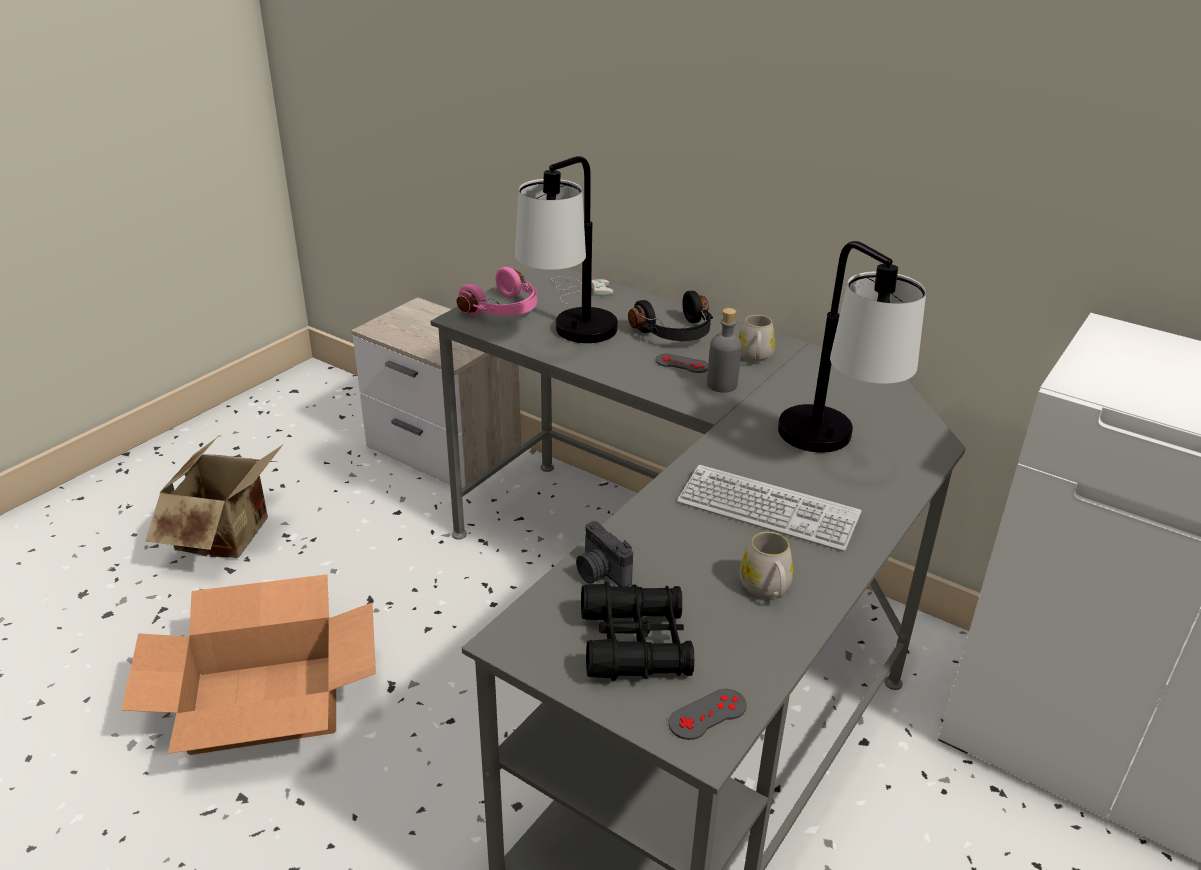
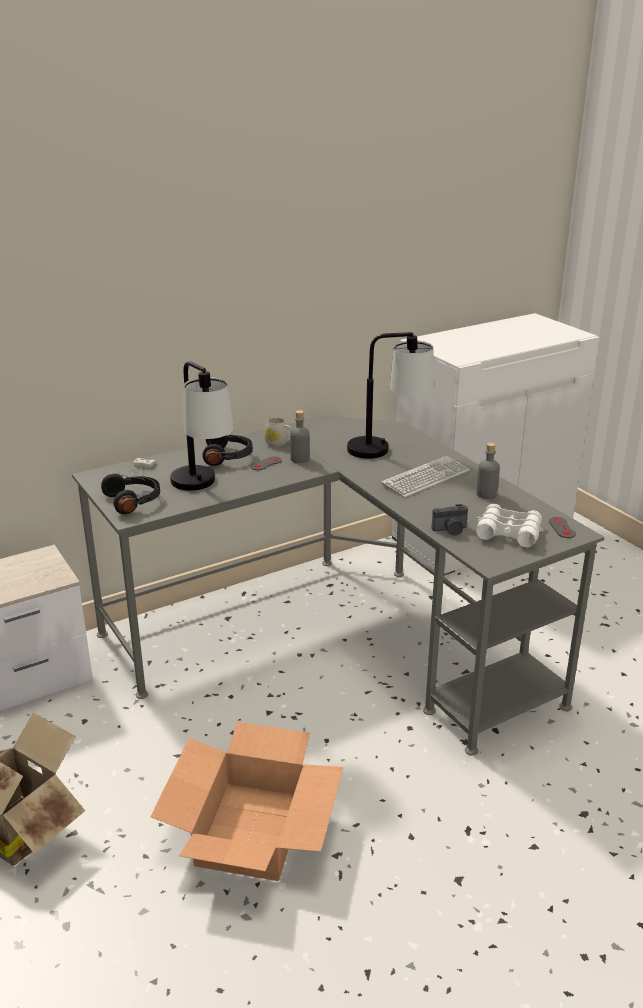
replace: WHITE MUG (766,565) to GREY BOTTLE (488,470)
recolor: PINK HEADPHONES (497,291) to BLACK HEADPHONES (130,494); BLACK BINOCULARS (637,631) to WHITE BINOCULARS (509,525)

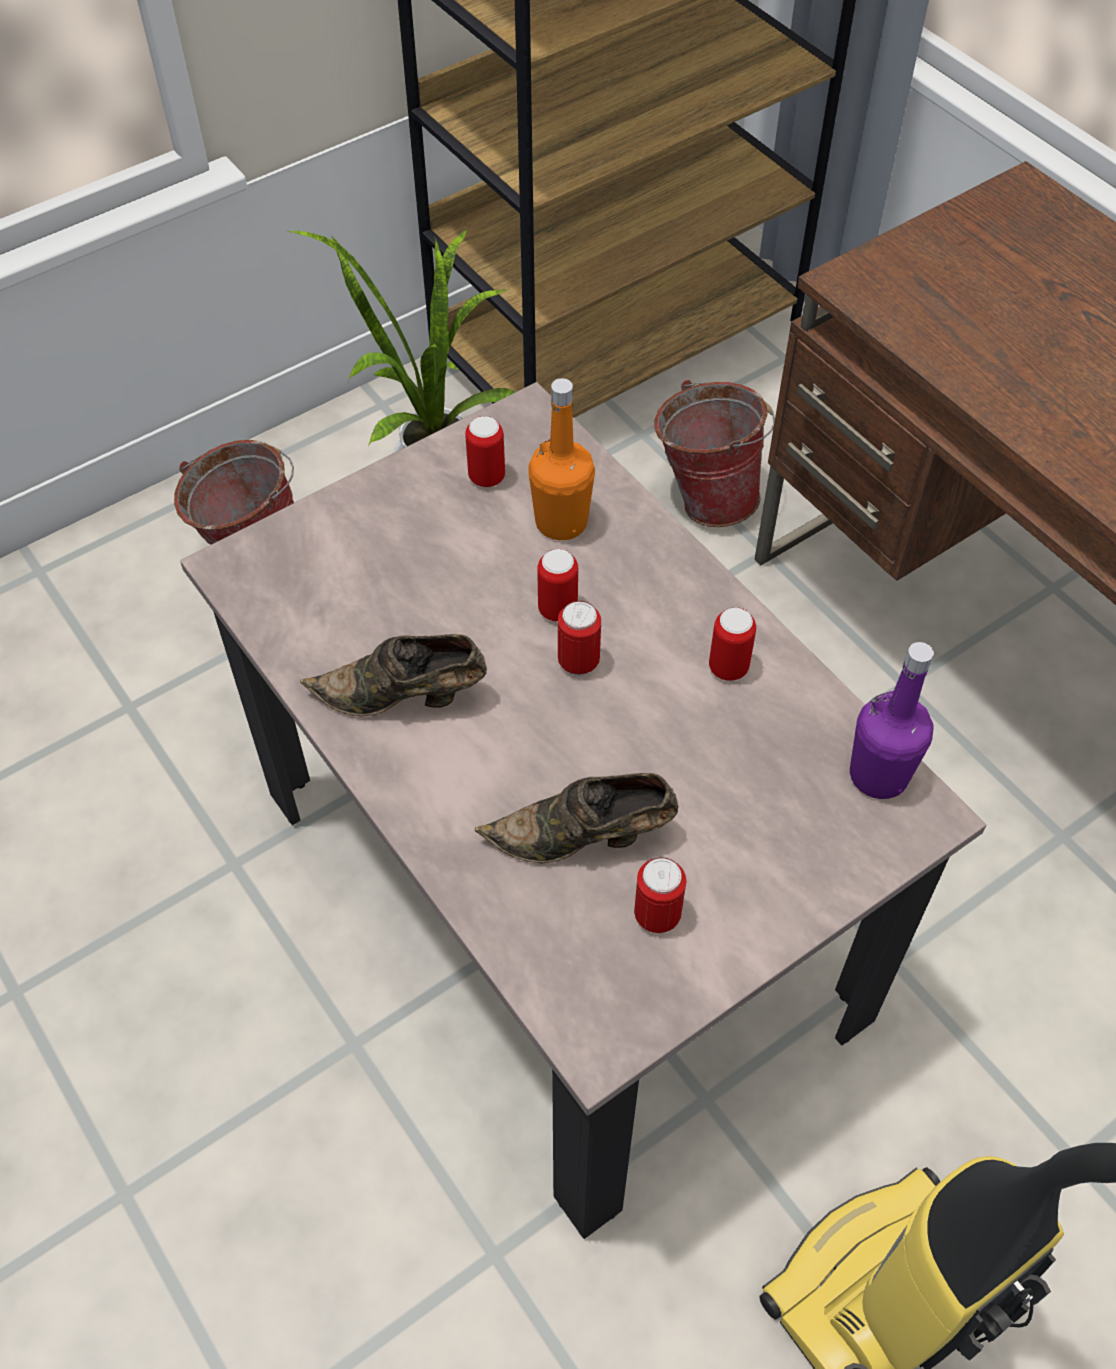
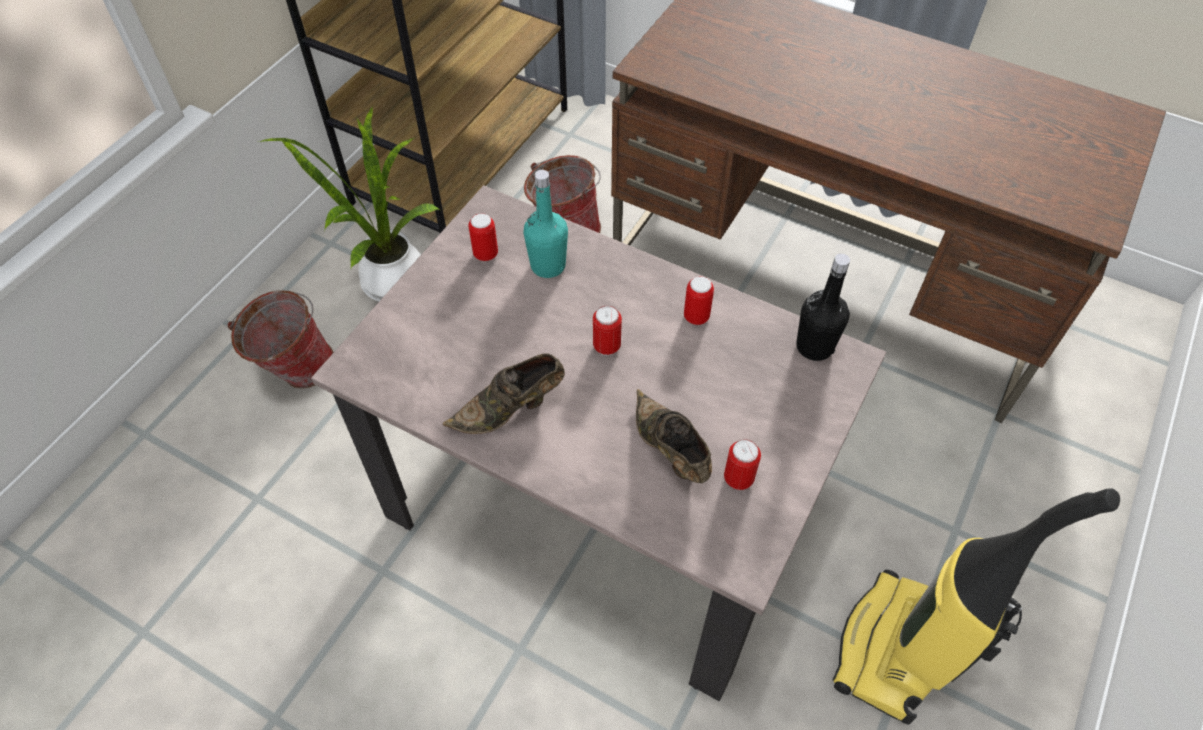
delete: CAN (557,585)
recolor: ORANGE BOTTLE (561,459) to TURQUOISE BOTTLE (546,224); PURPLE BOTTLE (892,720) to BLACK BOTTLE (823,307)
rotate: BROWN SHOE (576,818) = (674,436) 90 degrees clockwise

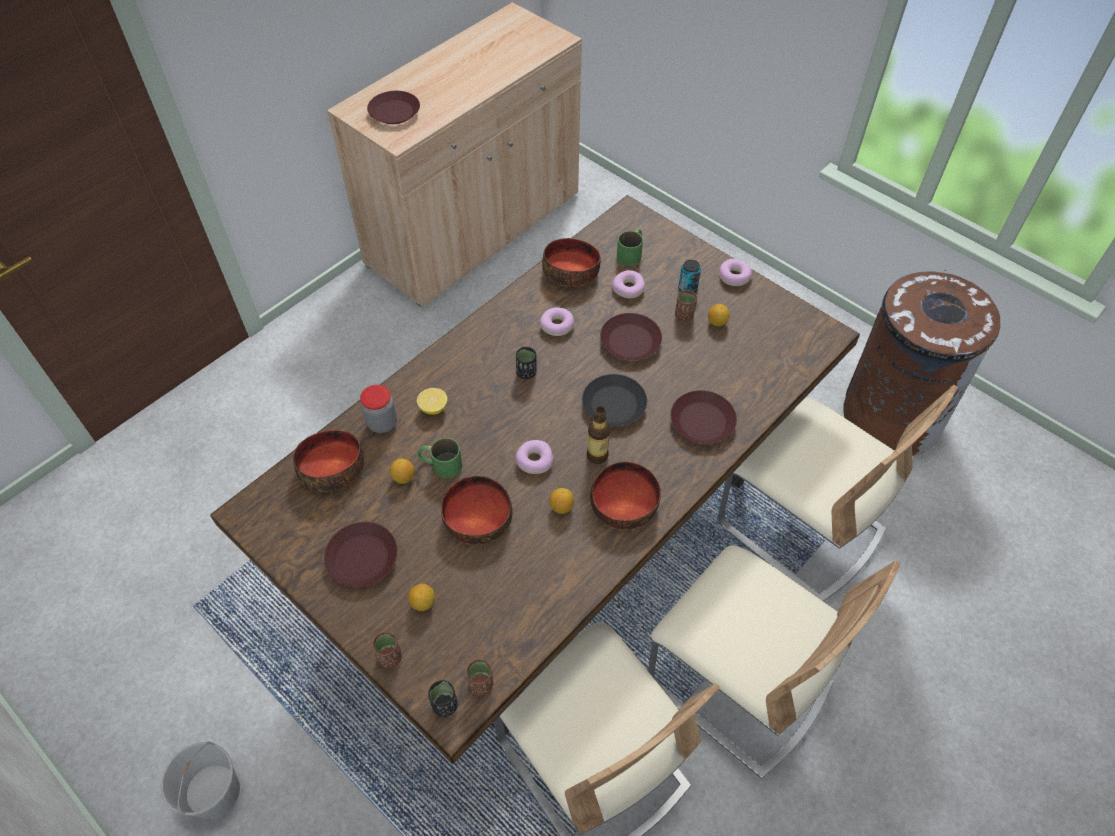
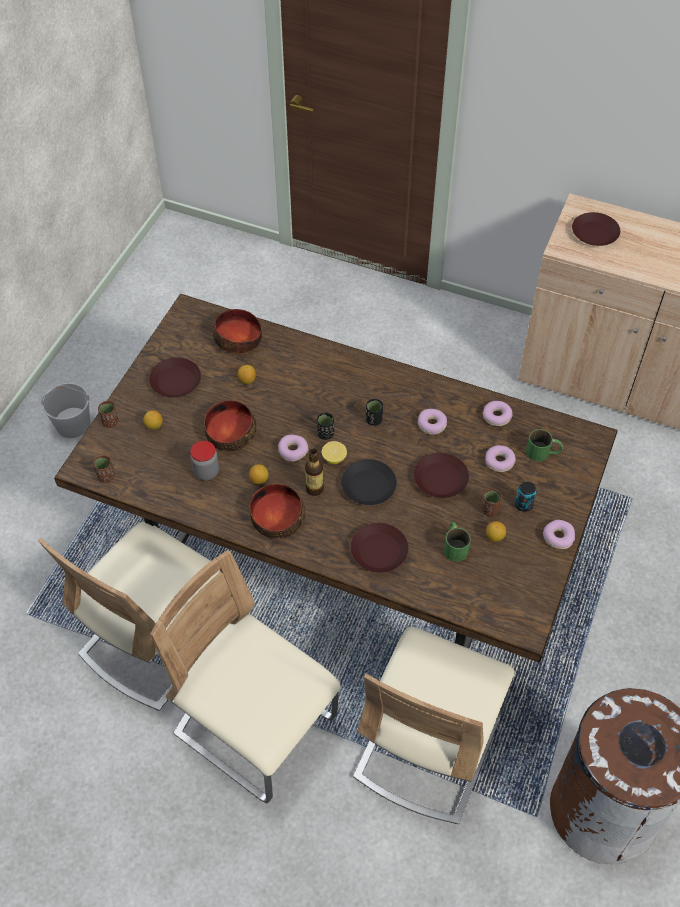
move: JAR (378,409) to (204,461); LEMON (432,401) to (334,452); GREEN MUG (440,458) to (457,542); BLACK CUP (443,698) to (325,426)
replace: BOWL (571,262) to DONUT (498,413)
rotate: BEIGE CHAIR (774,661) = (245,676) 105 degrees clockwise

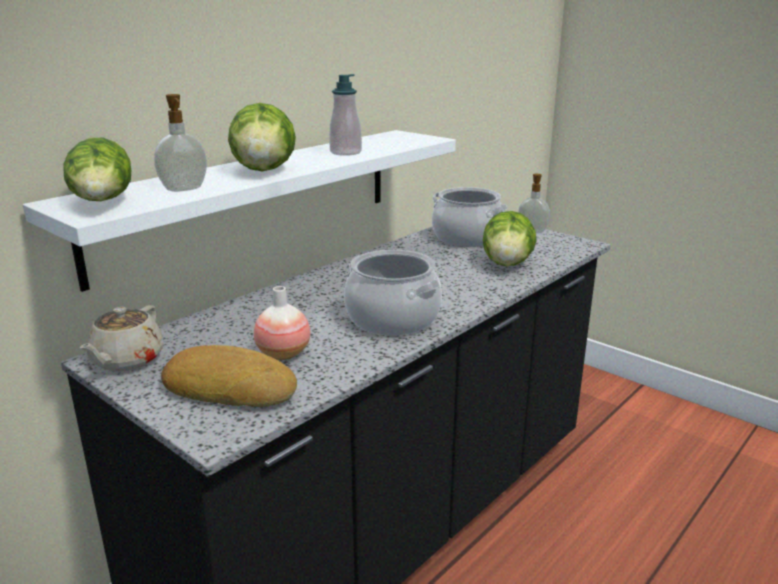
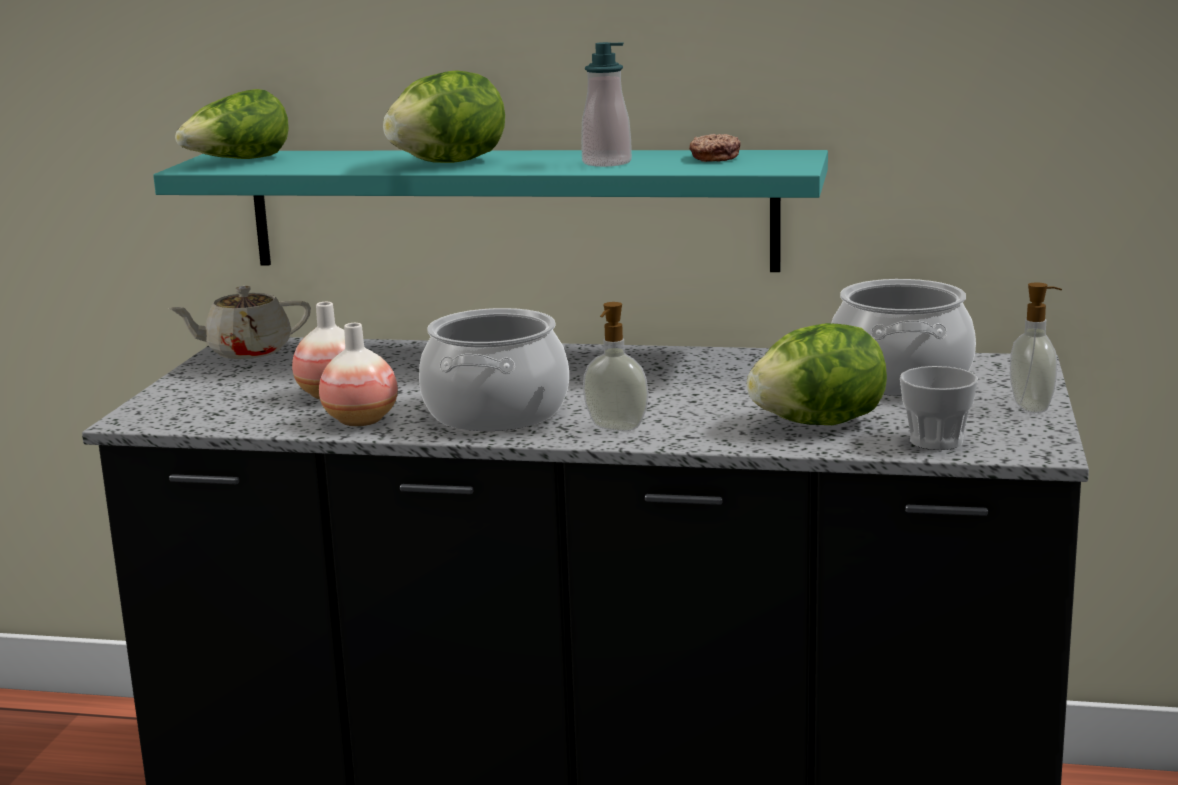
delete: BREAD (229,376)
insert: VASE (358,374); DONUT (715,148); CUP (939,408)
move: SOAP DISPENSER (180,143) to (616,366)
recolor: WHITE SHELF (239,211) to TURQUOISE SHELF (490,211)

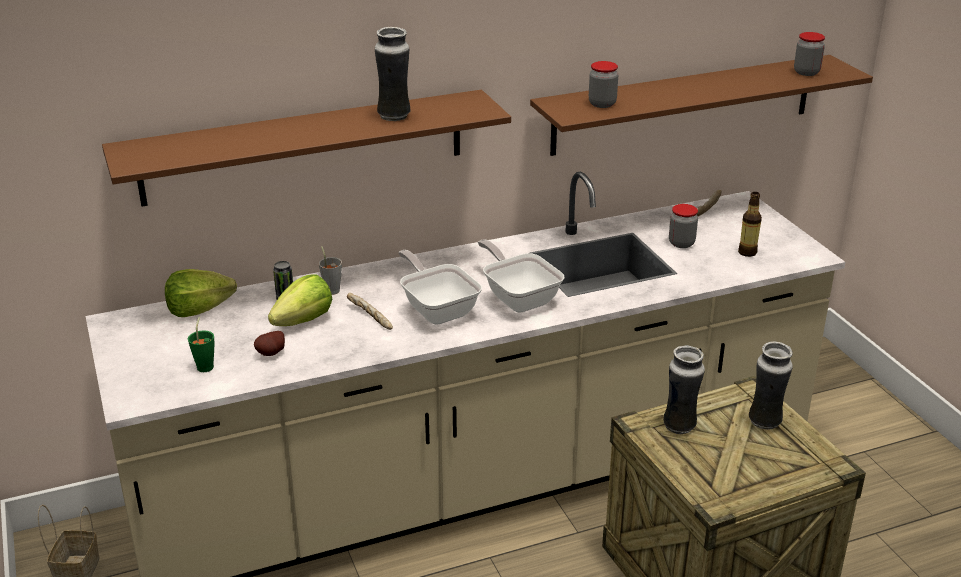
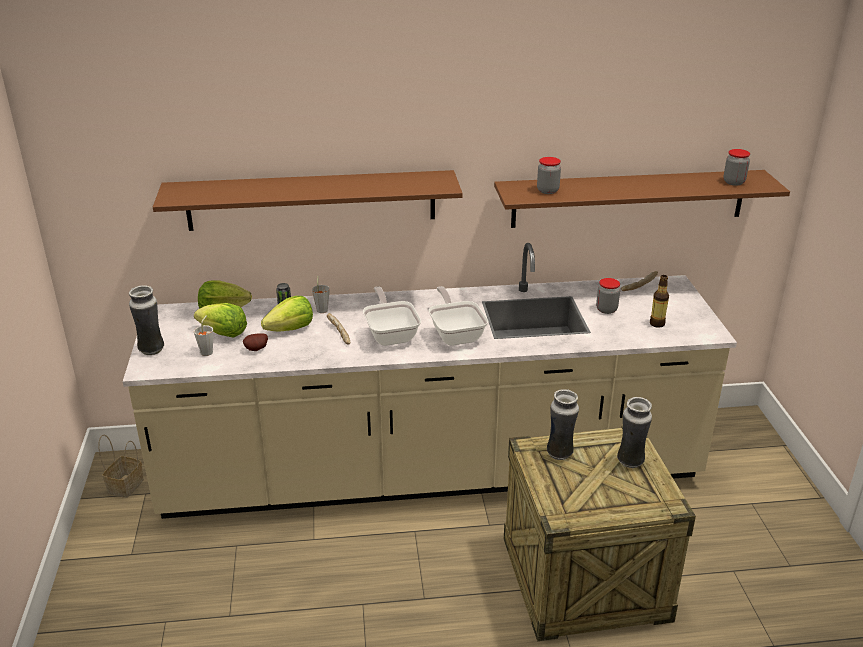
insert: LETTUCE (220,320)
move: VASE (393,74) to (146,320)
recolor: GREEN CUP (201,344) to GREY CUP (203,335)

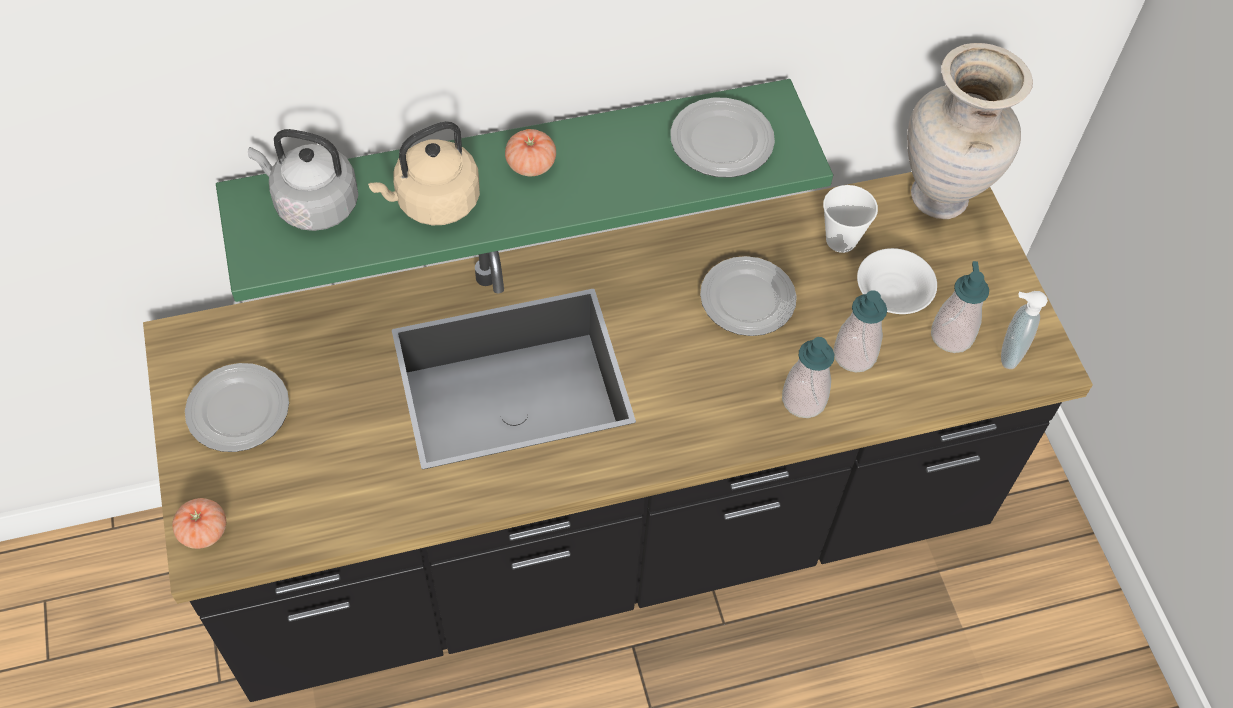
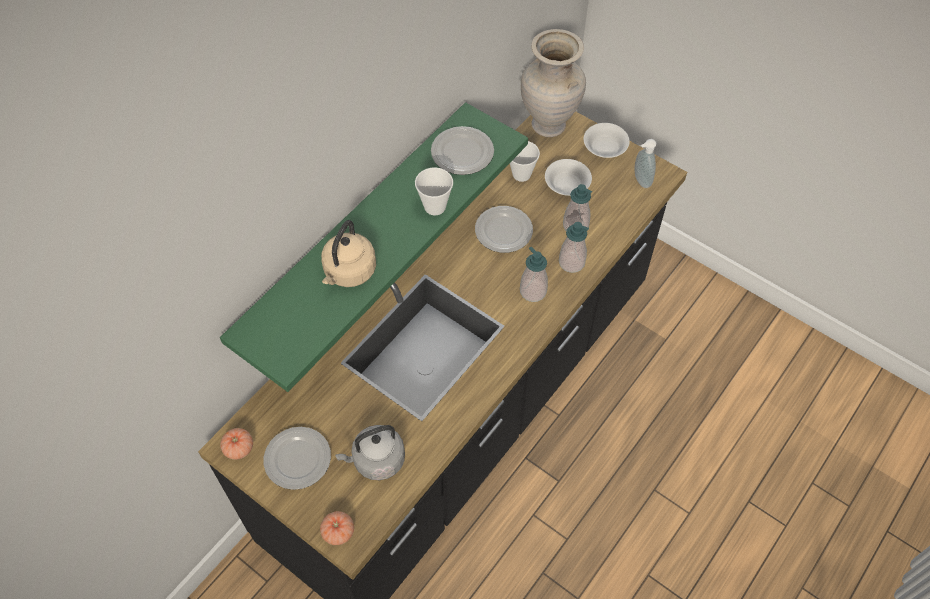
insert: CUP (434,191); WHITE BOWL (606,140)
move: GREY KETTLE (303,180) to (370,452); TOMATO (530,152) to (236,444); SOAP DISPENSER (960,307) to (534,274)

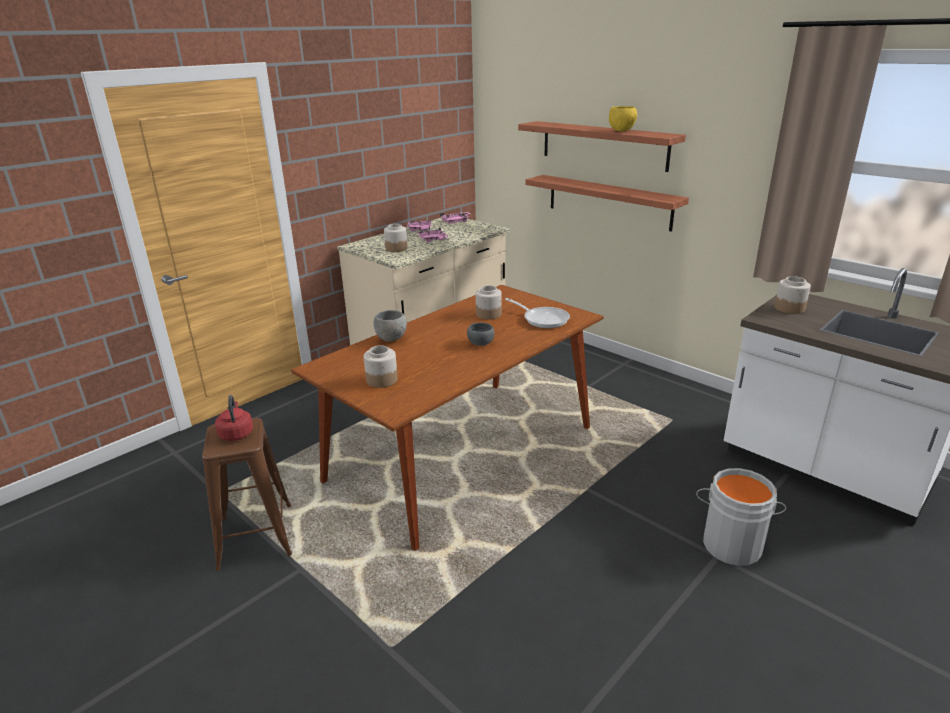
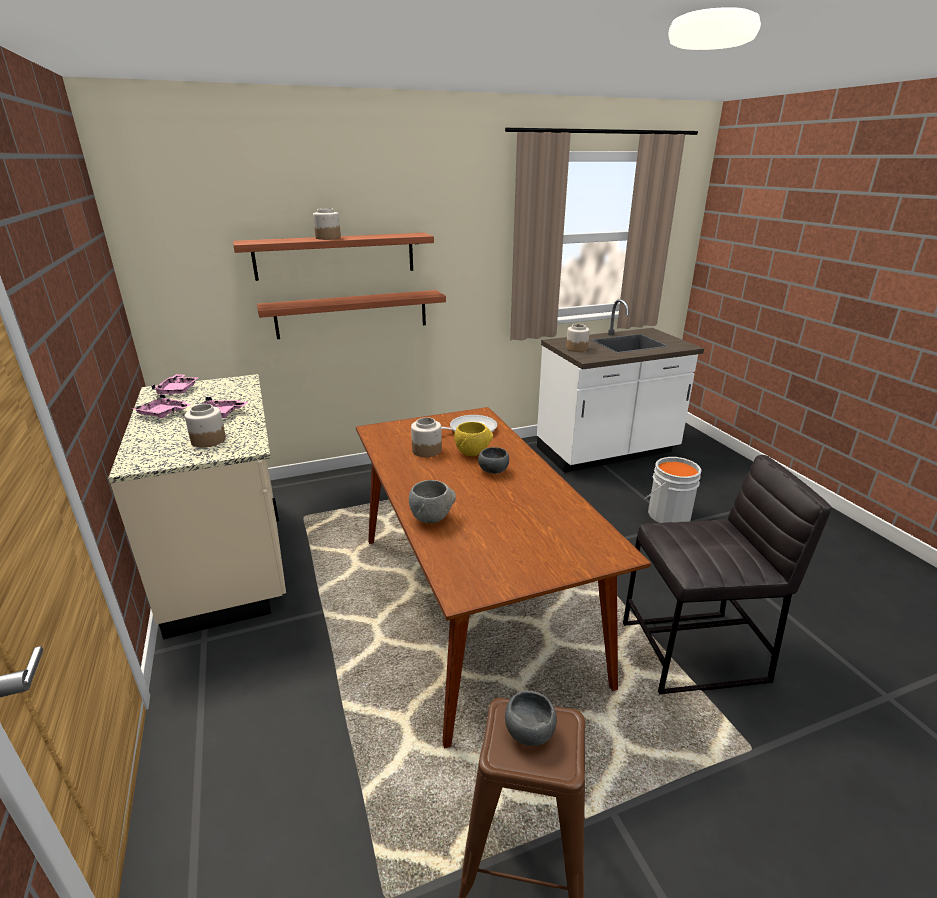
insert: GREY STOOL (727,574)
move: JAR (381,366) to (327,224); YELLOW BOWL (623,119) to (473,439)
replace: RED KETTLE (234,418) to GREY BOWL (531,718)

